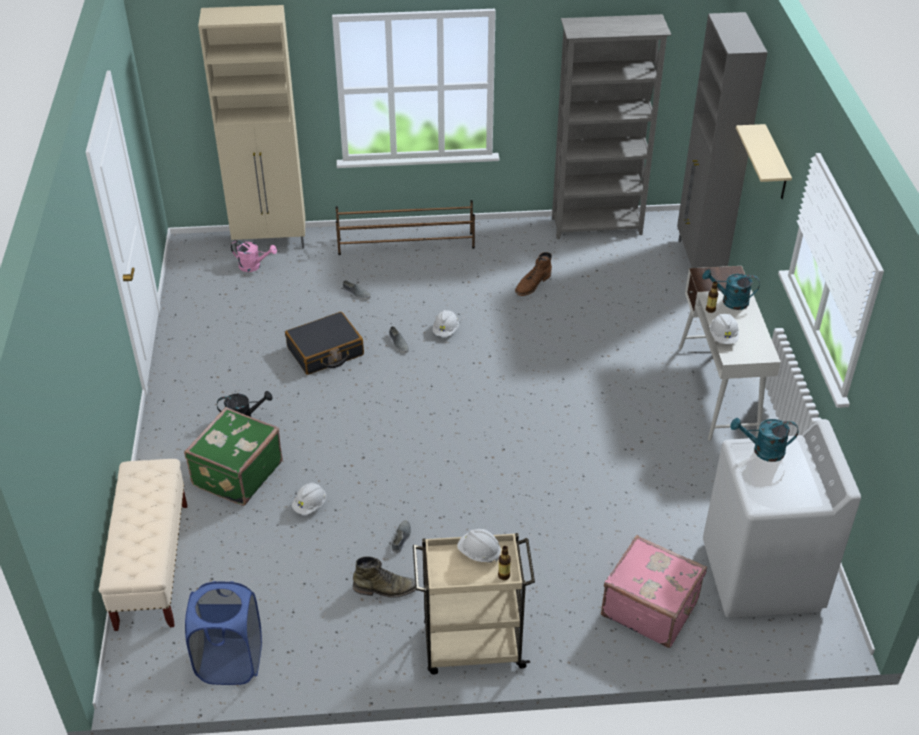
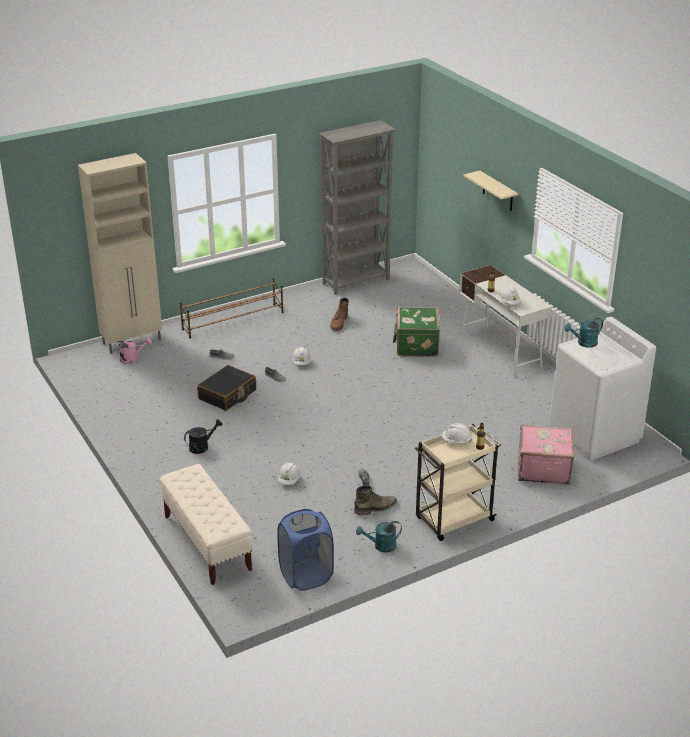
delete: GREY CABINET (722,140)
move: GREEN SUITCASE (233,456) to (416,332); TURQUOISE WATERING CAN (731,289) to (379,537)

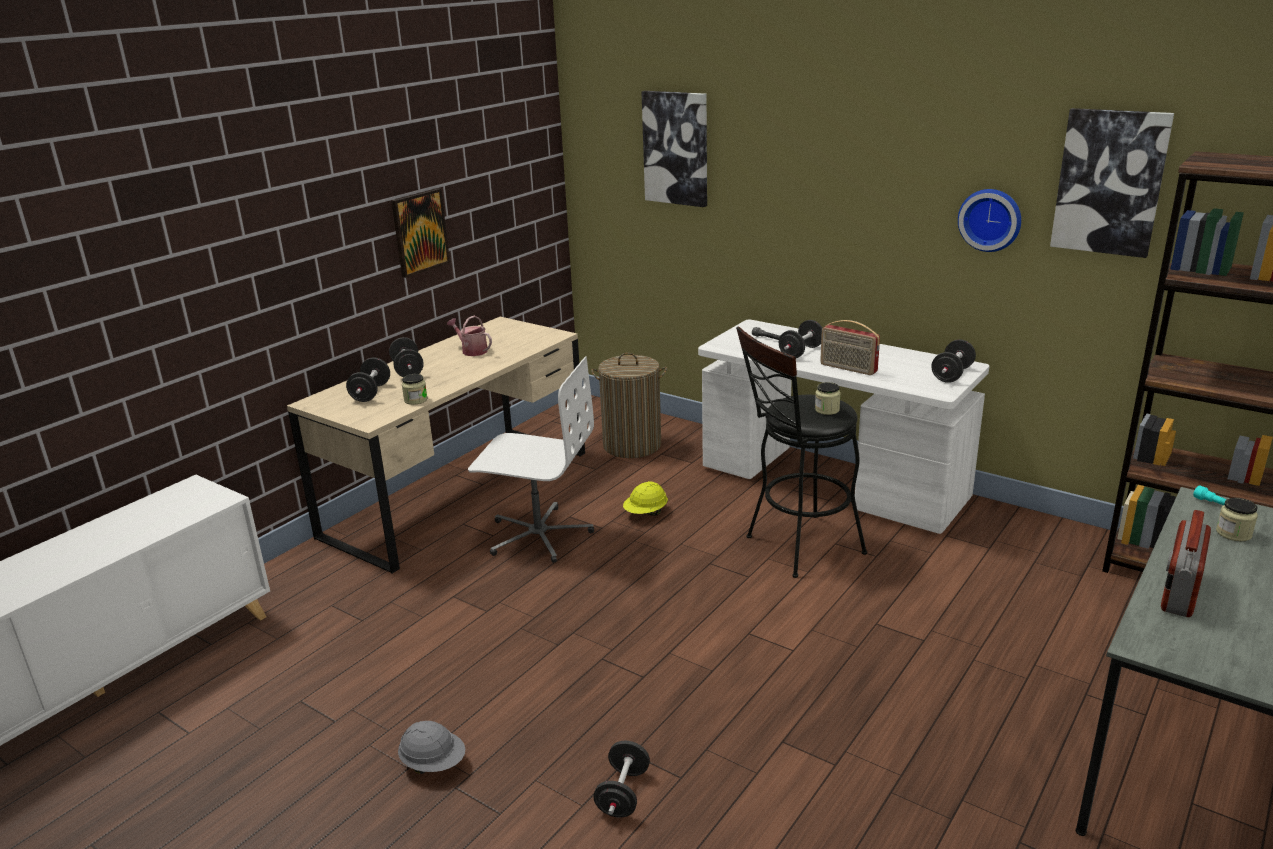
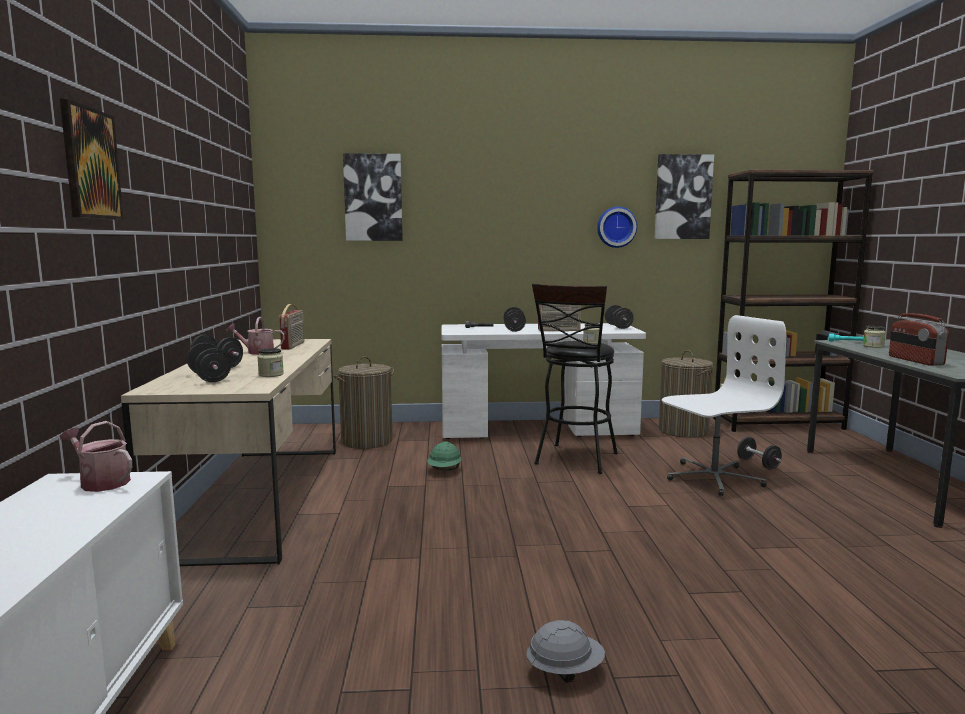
insert: WATERING CAN (96,456); RADIO (291,327); LAUNDRY BASKET (686,394)
move: PICTURE (420,233) to (92,159); WHITE OFFICE CHAIR (531,459) to (724,405); BLACK DUMBBELL (621,779) to (759,453)
recolor: YELLOW HARD HAT (645,498) to GREEN HARD HAT (444,455)

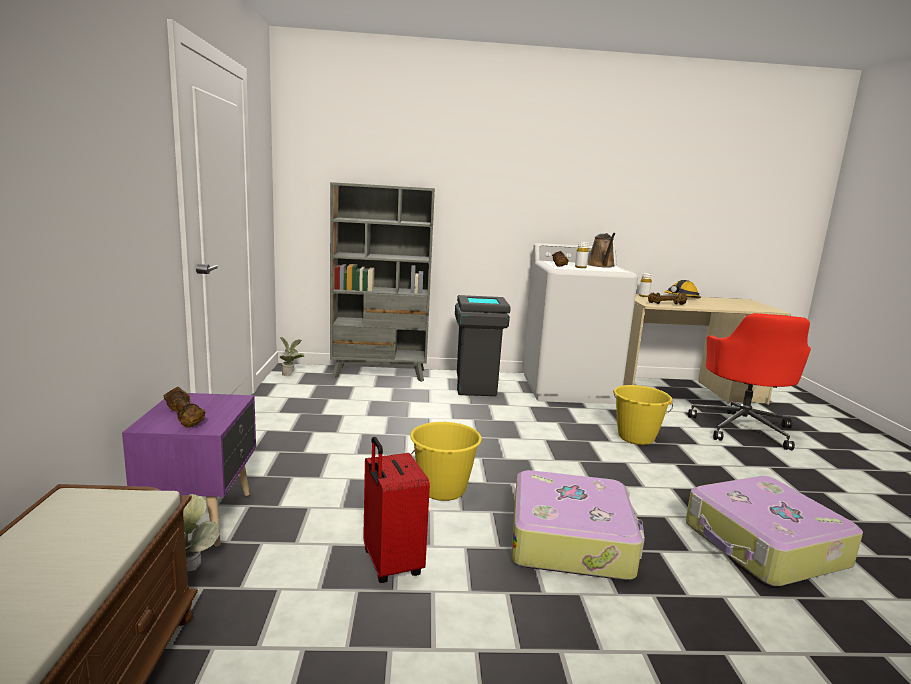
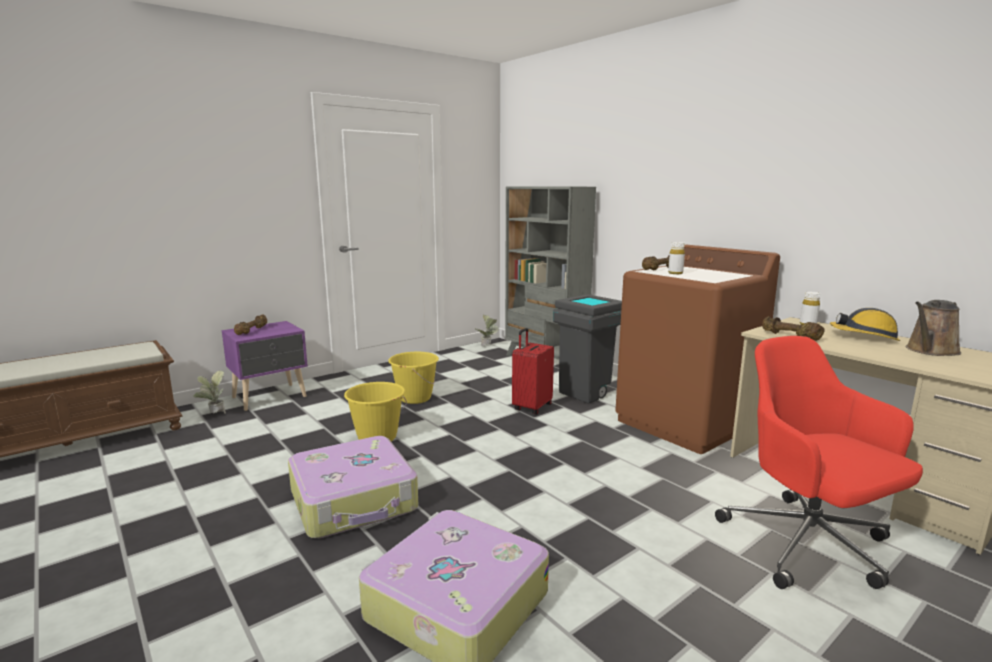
move: RED SUITCASE (396,510) to (533,371); BROWN WATERING CAN (601,250) to (933,328); YELLOW BUCKET (643,415) to (413,378)
recolor: WHITE WASHING MACHINE (580,323) to BROWN WASHING MACHINE (697,349)
rotate: RED OFFICE CHAIR (749,381) = (819,462) 90 degrees clockwise

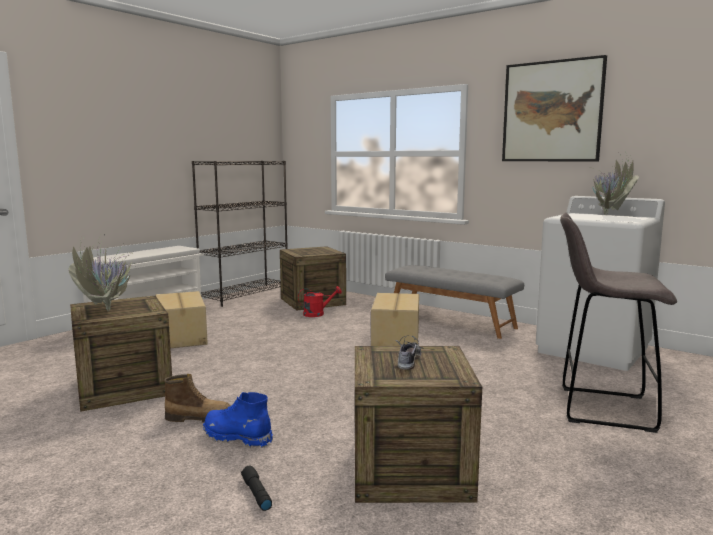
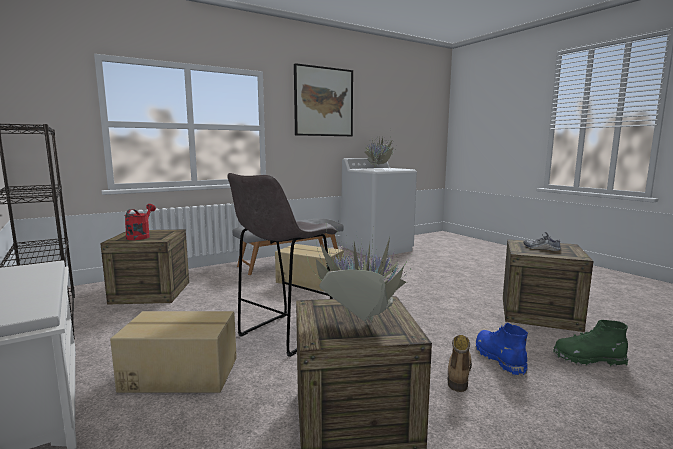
move: RED WATERING CAN (320,301) to (140,222); GREY STOOL (618,323) to (282,265)
replace: BLACK FLASHLIGHT (256,488) to GREEN BOOT (591,343)
rotate: BLUE BOOT (238,420) = (501,349) 120 degrees clockwise

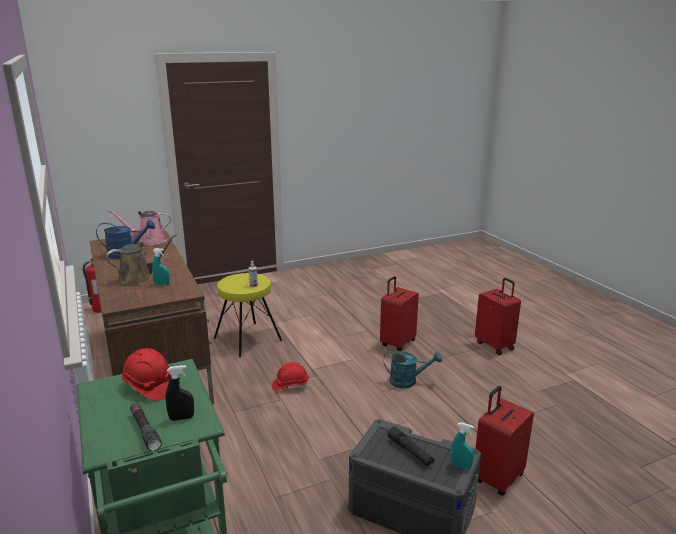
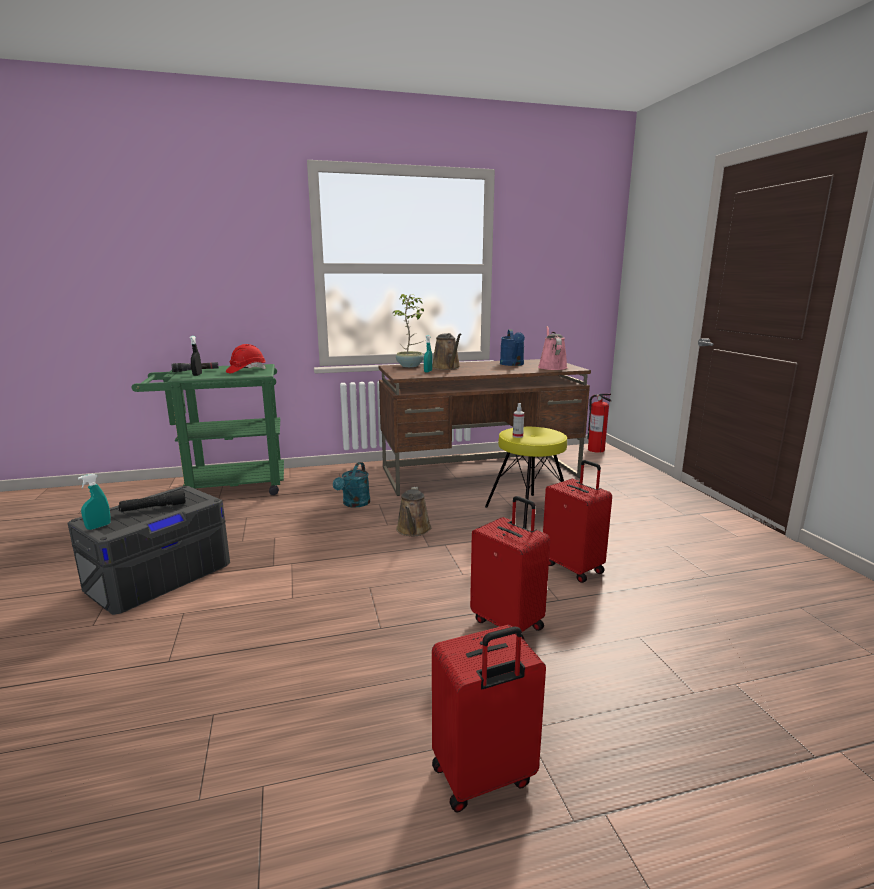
insert: POTTED PLANT (408,330)
move: TURQUOISE WATERING CAN (413,369) to (351,485); RED SUITCASE (504,441) to (577,521)
replace: RED HARD HAT (290,376) to BROWN WATERING CAN (413,511)

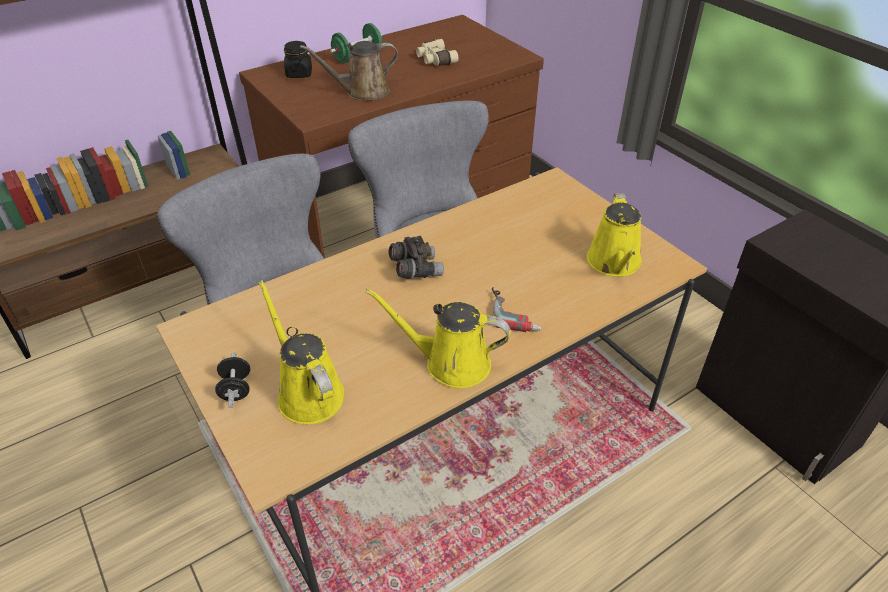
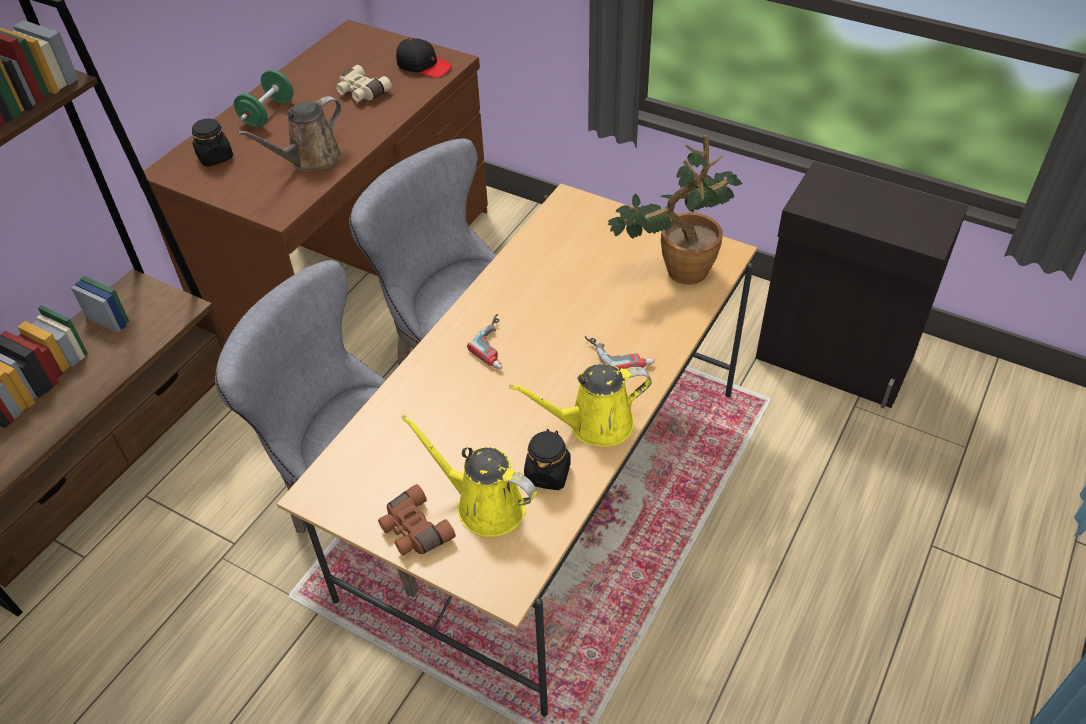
insert: BLACK CAP (424,58); BLACK JAR (547,459)
replace: BLACK DUMBBELL (232,380) to BROWN BINOCULARS (417,519); GREY BINOCULARS (416,257) to POWER DRILL (484,341); YELLOW WATERING CAN (614,235) to POTTED PLANT (675,210)

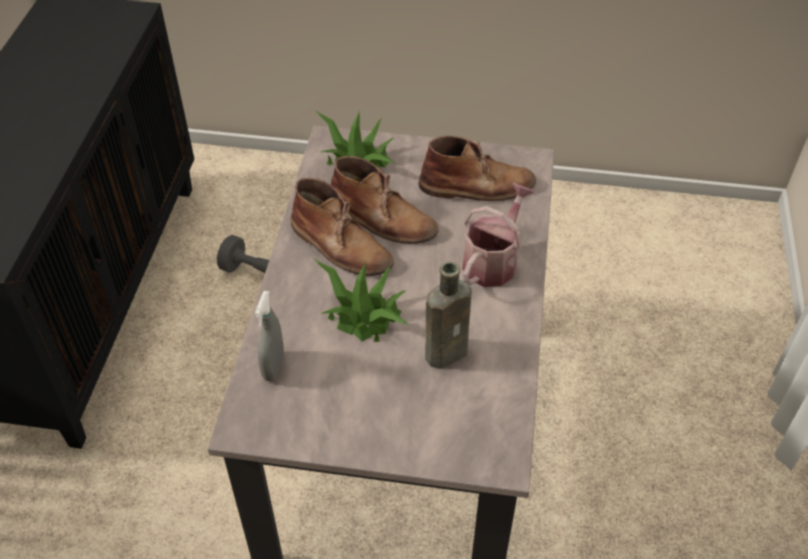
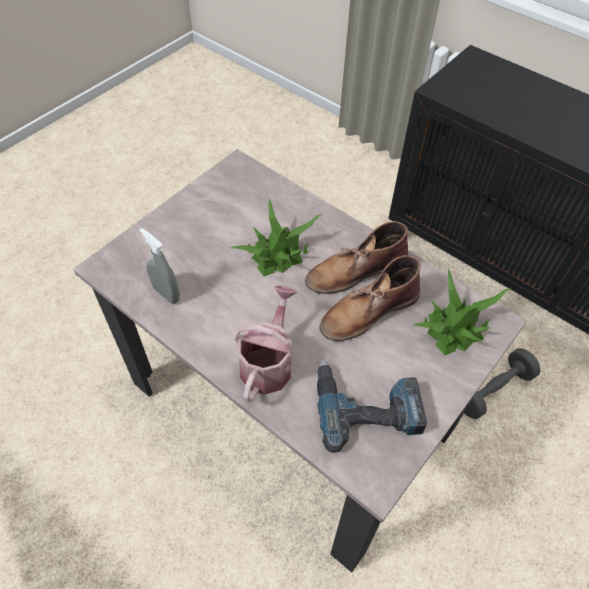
delete: BROWN BOTTLE (448,315)
move: GREY SPRAY BOTTLE (269,336) to (160,265)
replace: BROWN BOOT (477,168) to POWER DRILL (372,406)
rotate: WATERING CAN (498,235) = (266,344) 135 degrees counterclockwise

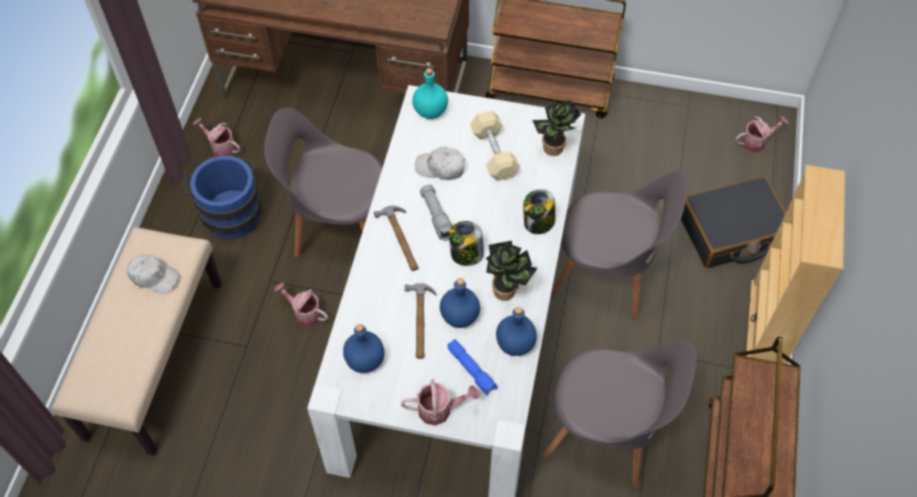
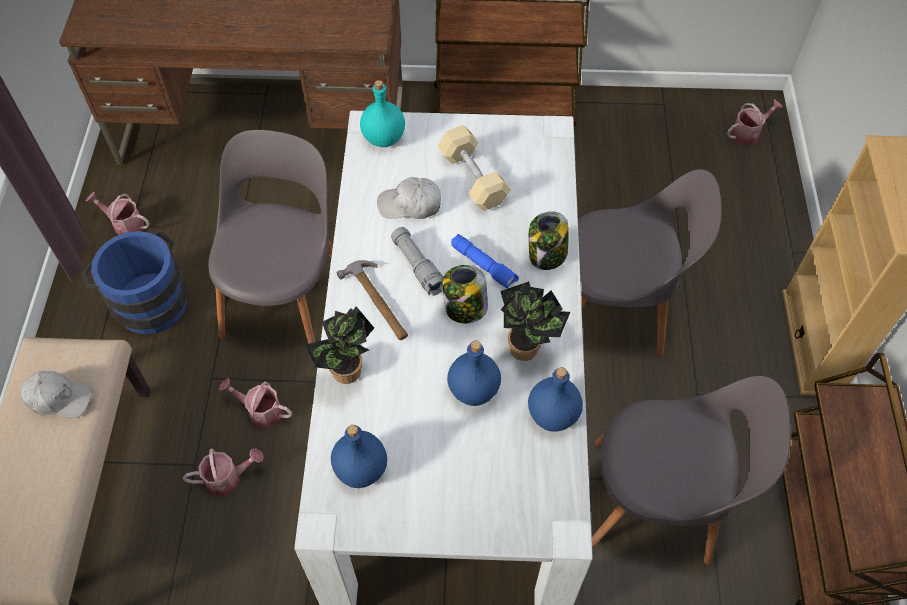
delete: HAMMER (421,321); BLACK SUITCASE (733,222)
move: WATERING CAN (440,402) to (223,472); BLUE FLASHLIGHT (473,367) to (485,261); POTTED PLANT (556,128) to (339,345)
rotate: GREY CHAIR (324,182) = (271,237) 105 degrees clockwise

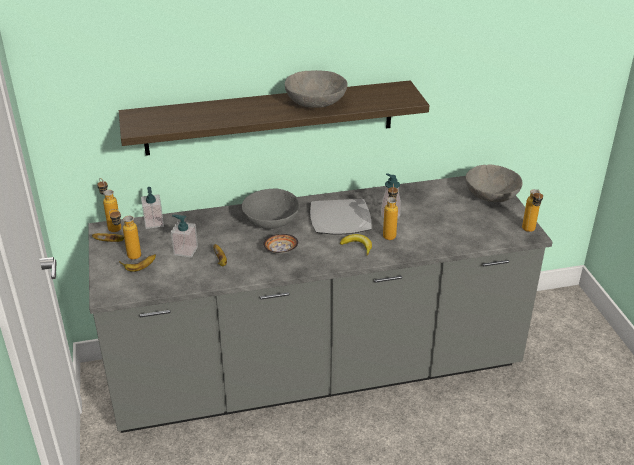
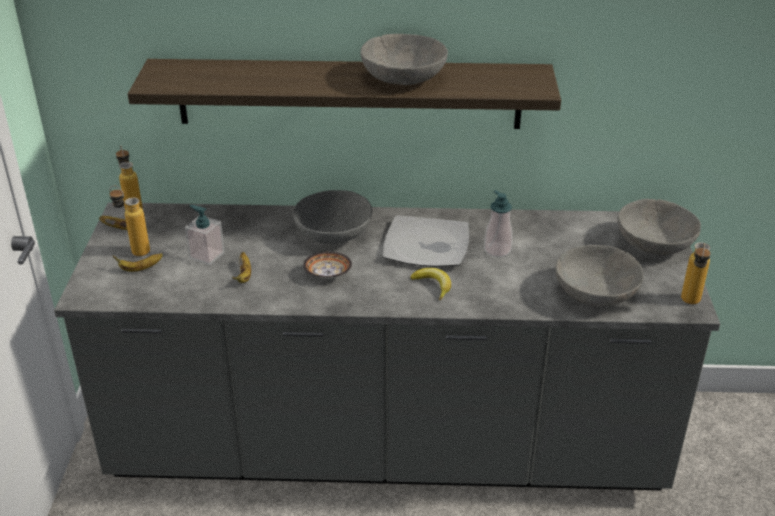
delete: SOAP DISPENSER (152,208); BOTTLE (390,212)
insert: GREY BOWL (599,275)

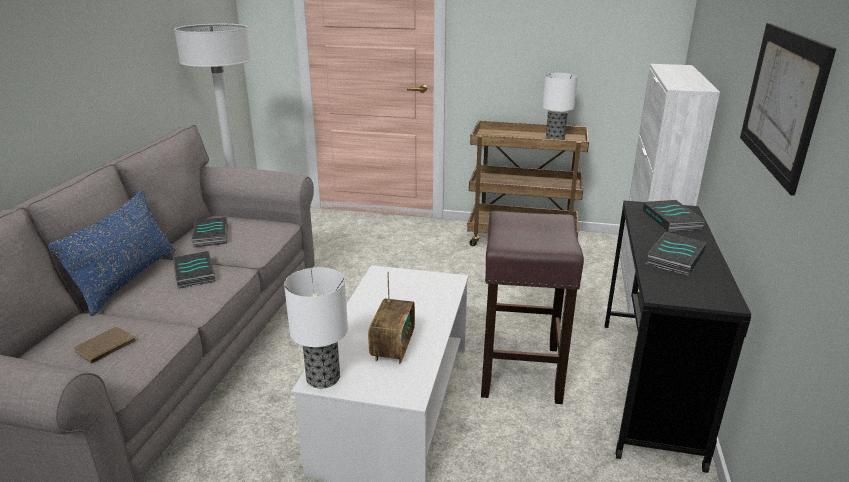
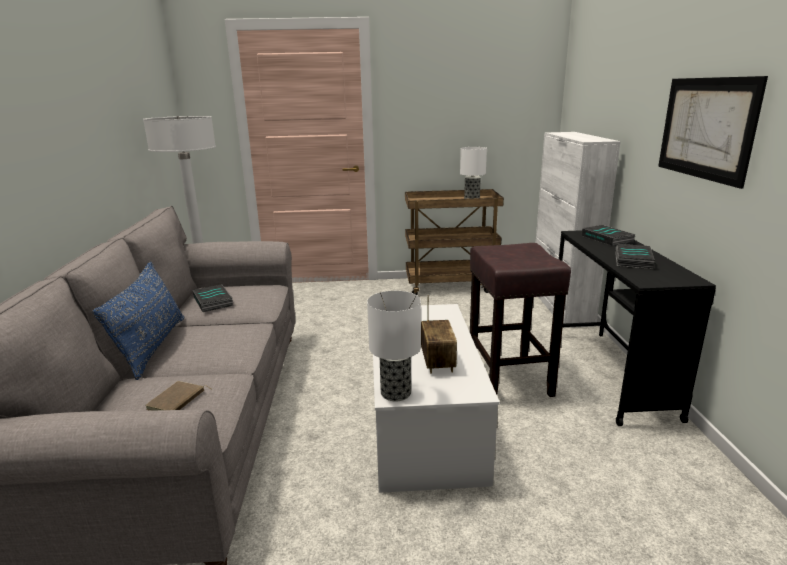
delete: BOOK (194,270)

